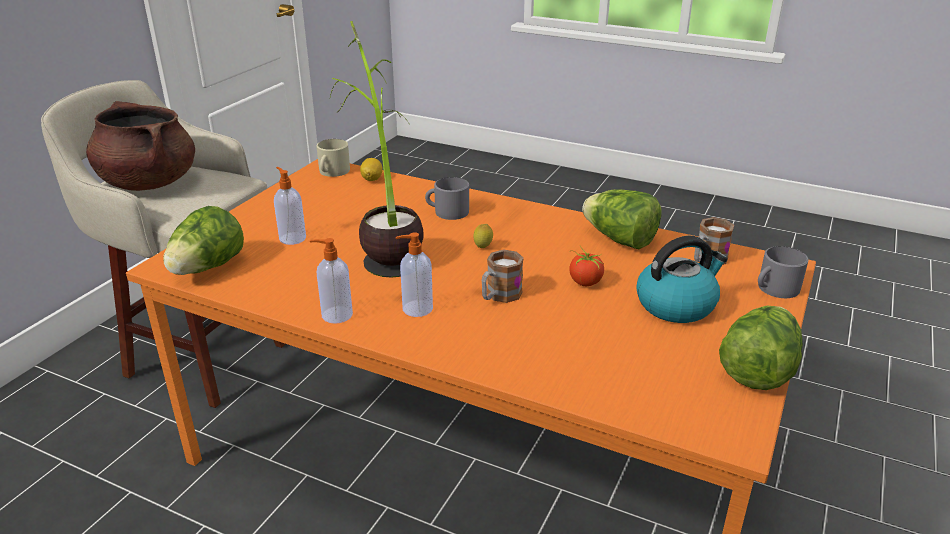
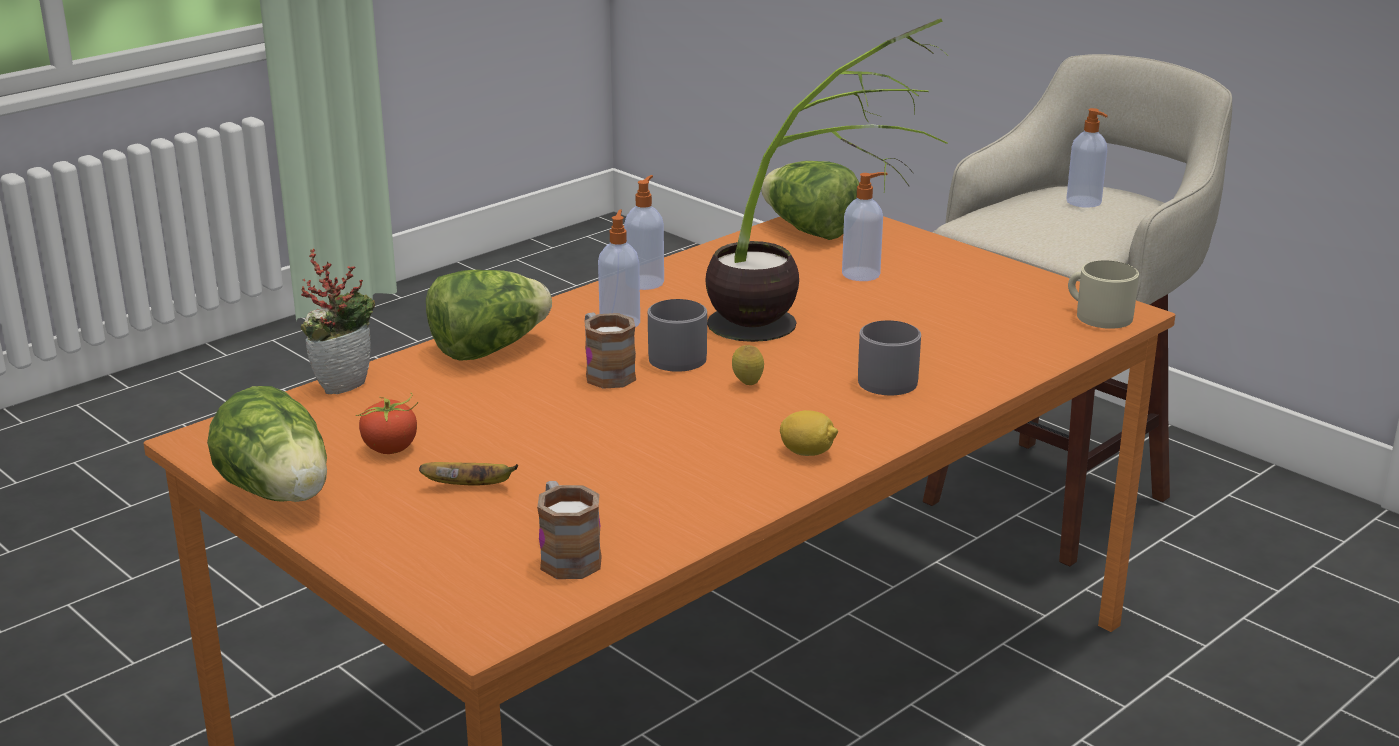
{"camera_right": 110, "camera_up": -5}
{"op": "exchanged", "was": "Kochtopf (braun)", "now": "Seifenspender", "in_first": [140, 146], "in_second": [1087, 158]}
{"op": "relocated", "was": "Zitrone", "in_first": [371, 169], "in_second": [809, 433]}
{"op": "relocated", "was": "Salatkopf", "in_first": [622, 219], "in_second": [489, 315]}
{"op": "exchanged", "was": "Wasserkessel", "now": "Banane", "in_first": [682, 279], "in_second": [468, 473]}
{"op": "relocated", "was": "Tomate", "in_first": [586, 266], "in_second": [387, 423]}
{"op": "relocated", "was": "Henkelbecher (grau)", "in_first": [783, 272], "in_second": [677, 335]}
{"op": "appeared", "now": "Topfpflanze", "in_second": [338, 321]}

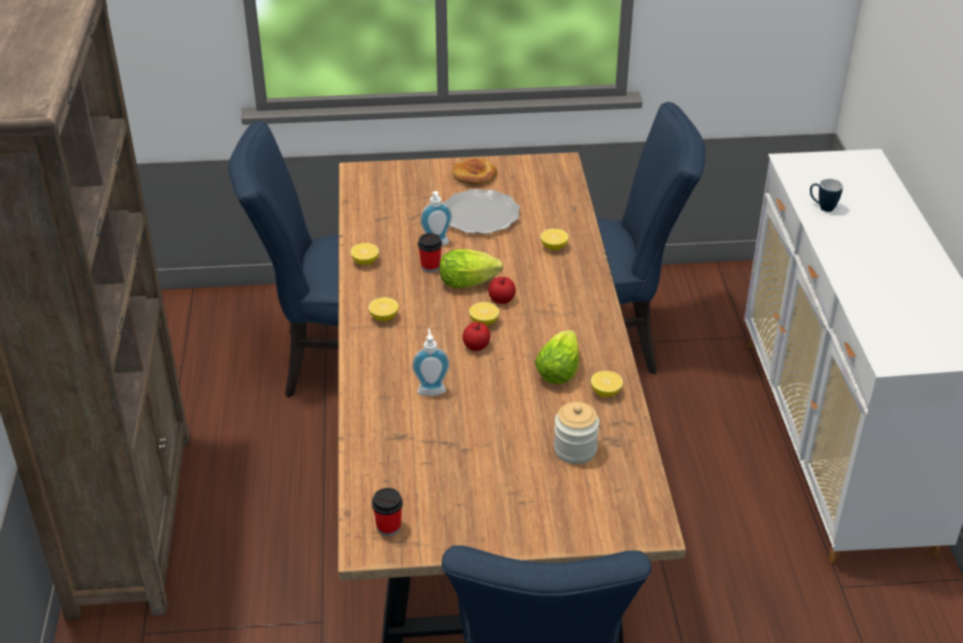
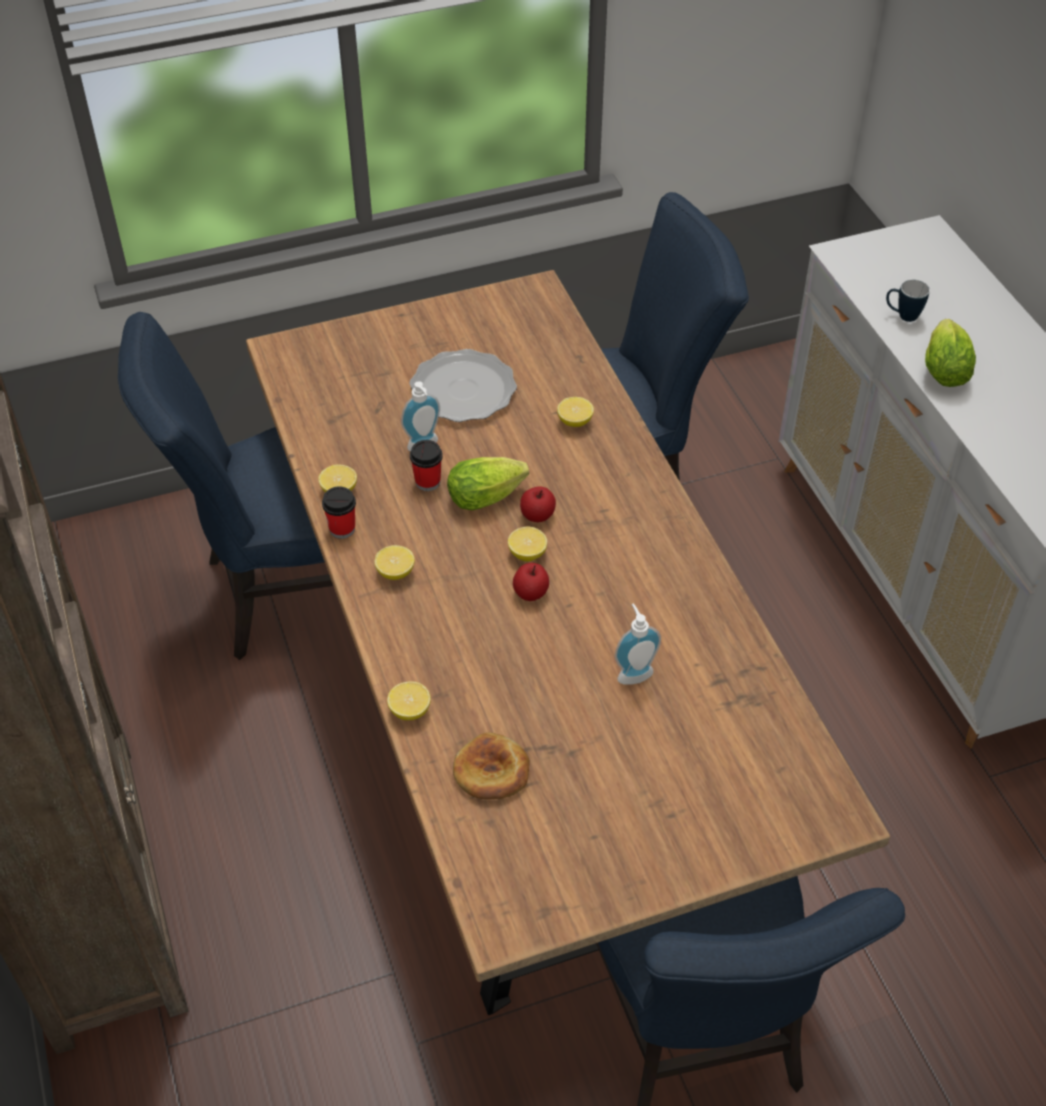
{"camera_right": -15, "camera_up": 10}
{"op": "relocated", "was": "Brot", "in_first": [474, 171], "in_second": [491, 765]}
{"op": "relocated", "was": "Seifenspender", "in_first": [431, 362], "in_second": [638, 643]}
{"op": "relocated", "was": "Salatkopf", "in_first": [557, 357], "in_second": [950, 353]}
{"op": "relocated", "was": "Zitrone", "in_first": [607, 384], "in_second": [409, 701]}
{"op": "missing", "was": "Vorratsglas", "in_first": [576, 433]}
{"op": "relocated", "was": "Tasse", "in_first": [387, 512], "in_second": [339, 512]}

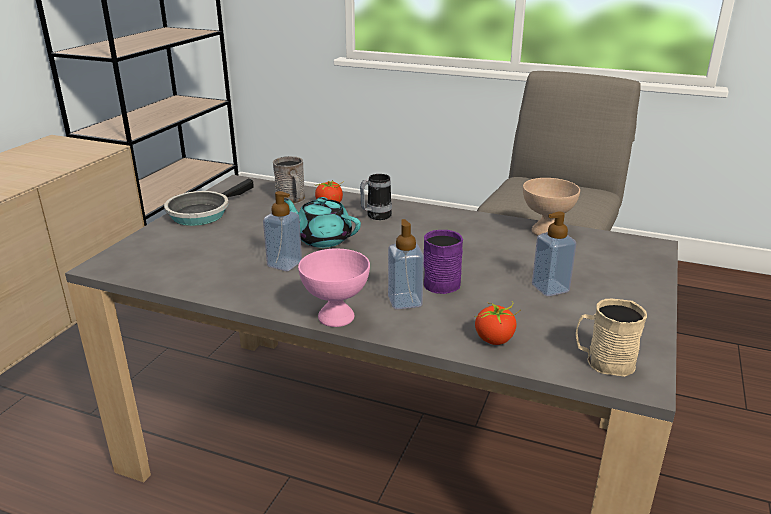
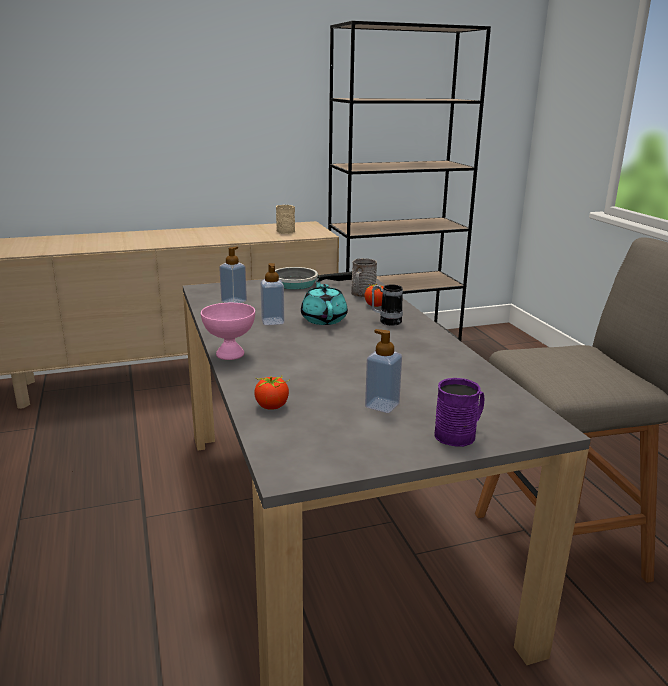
{"camera_right": 50, "camera_up": -5}
{"op": "missing", "was": "Schüssel (beige)", "in_first": [551, 207]}
{"op": "relocated", "was": "Seifenspender", "in_first": [406, 264], "in_second": [233, 274]}
{"op": "relocated", "was": "Henkelbecher (lila)", "in_first": [443, 262], "in_second": [459, 412]}
{"op": "relocated", "was": "Henkelbecher (beige)", "in_first": [611, 338], "in_second": [285, 219]}

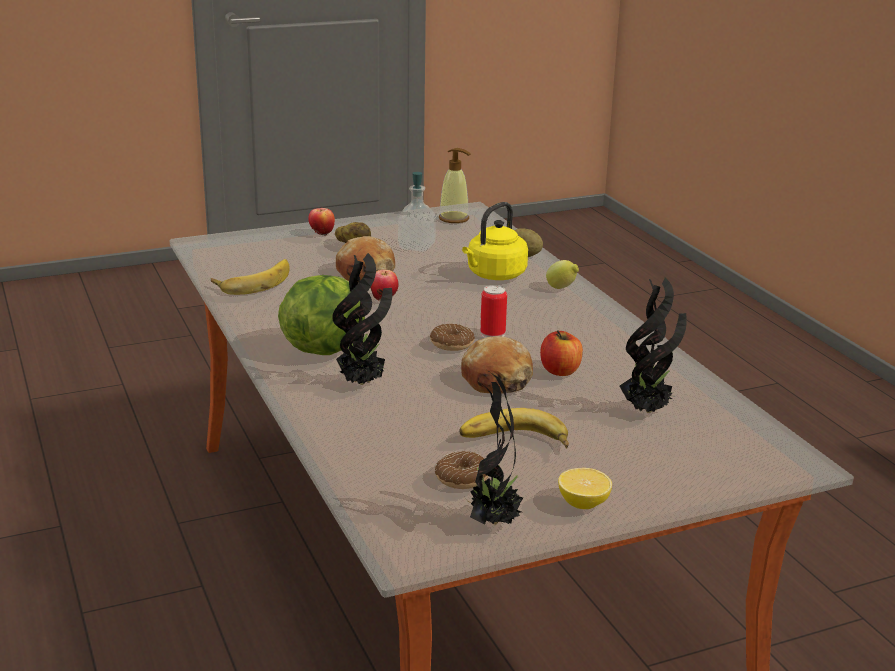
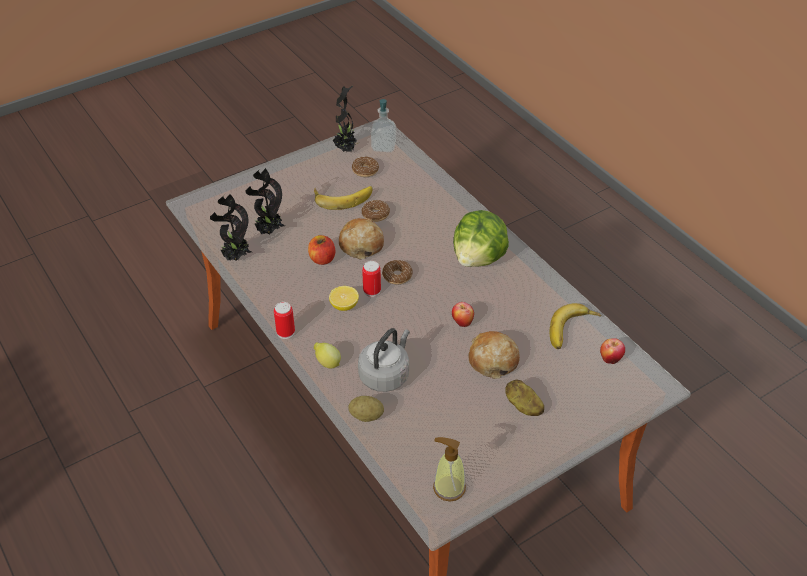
{"camera_right": 170, "camera_up": 20}
{"op": "relocated", "was": "Seifenspender", "in_first": [417, 212], "in_second": [383, 125]}
{"op": "colour", "was": "Wasserkessel (gelb)", "now": "Wasserkessel (grau)", "in_first": [495, 241], "in_second": [384, 360]}
{"op": "relocated", "was": "Apfel", "in_first": [321, 222], "in_second": [612, 351]}
{"op": "relocated", "was": "Topfpflanze", "in_first": [362, 319], "in_second": [230, 227]}
{"op": "relocated", "was": "Zitrone", "in_first": [585, 488], "in_second": [344, 298]}
{"op": "appeared", "now": "Donut", "in_second": [375, 211]}
{"op": "appeared", "now": "Dose", "in_second": [284, 320]}

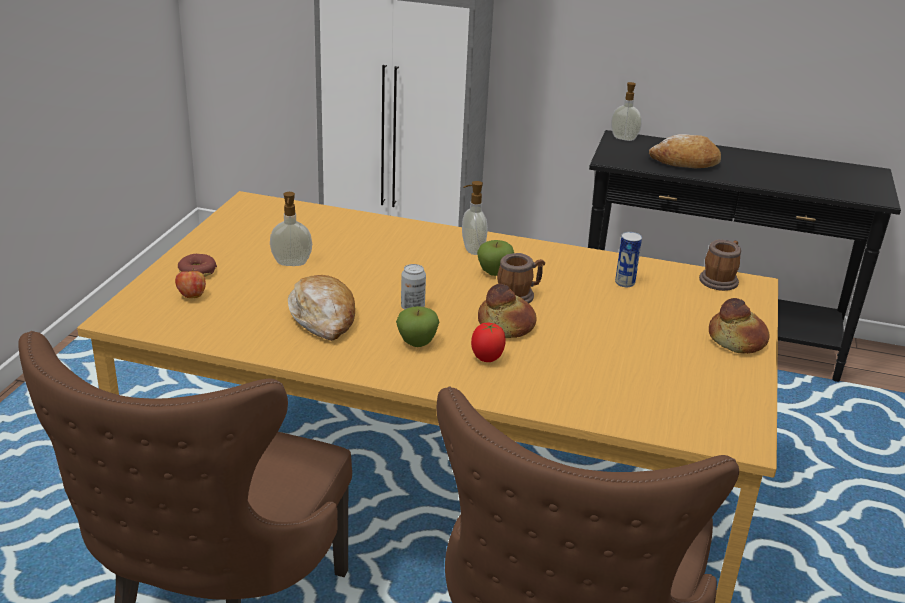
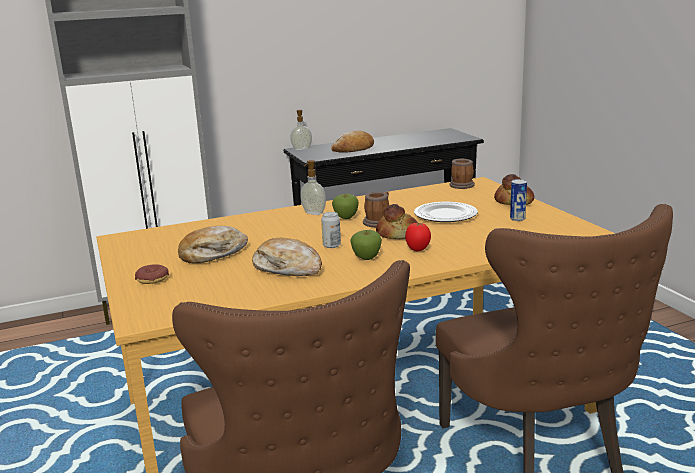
{"camera_right": -35, "camera_up": -10}
{"op": "exchanged", "was": "Seifenspender", "now": "Brot", "in_first": [291, 229], "in_second": [213, 244]}
{"op": "relocated", "was": "Dose", "in_first": [628, 259], "in_second": [518, 200]}
{"op": "missing", "was": "Apfel", "in_first": [190, 282]}
{"op": "appeared", "now": "Teller", "in_second": [446, 212]}

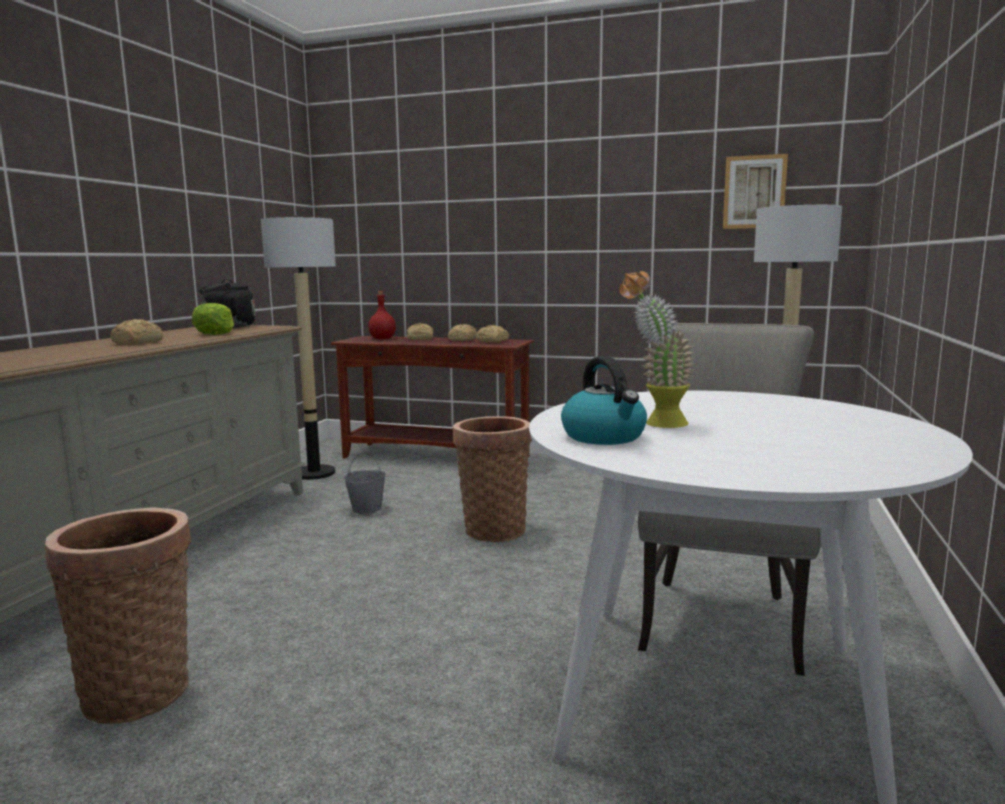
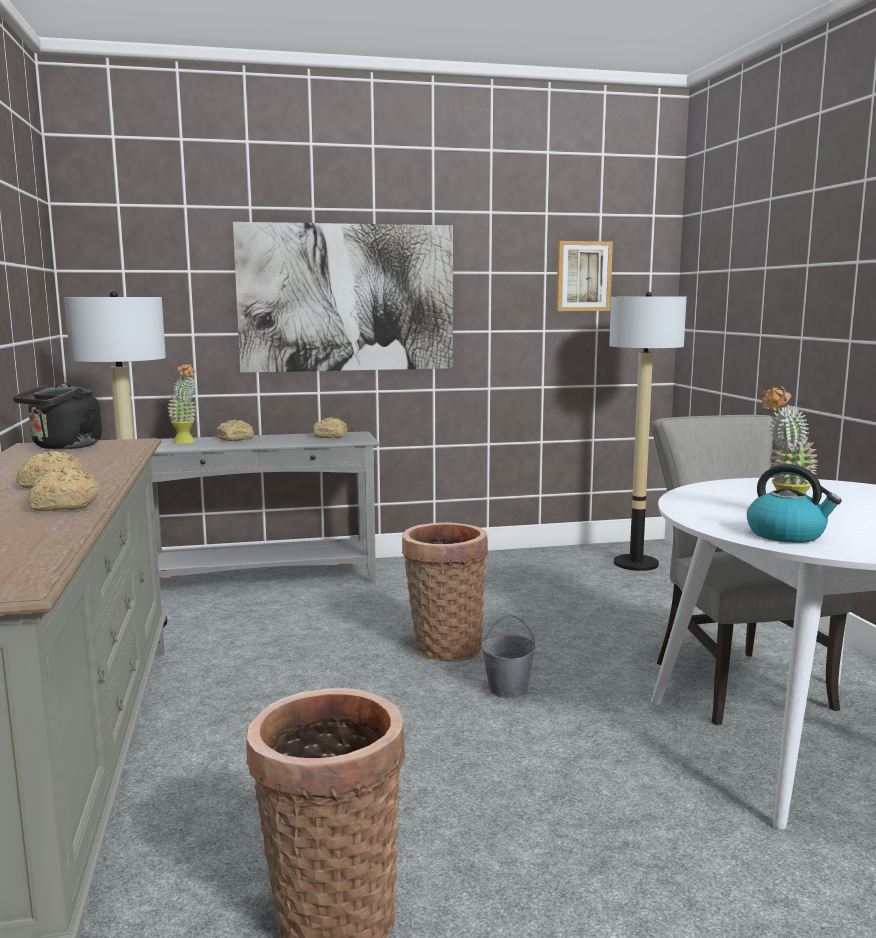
{"camera_right": -30, "camera_up": 0}
{"op": "exchanged", "was": "Flasche (rot)", "now": "Topfpflanze", "in_first": [382, 315], "in_second": [182, 403]}
{"op": "missing", "was": "Salatkopf", "in_first": [213, 319]}
{"op": "relocated", "was": "Brot", "in_first": [462, 332], "in_second": [63, 489]}
{"op": "colour", "was": "Konsolentisch (braun)", "now": "Konsolentisch (grau)", "in_first": [432, 397], "in_second": [265, 507]}
{"op": "relocated", "was": "Eimer (grau)", "in_first": [365, 483], "in_second": [508, 656]}
{"op": "appeared", "now": "Bild", "in_second": [343, 297]}

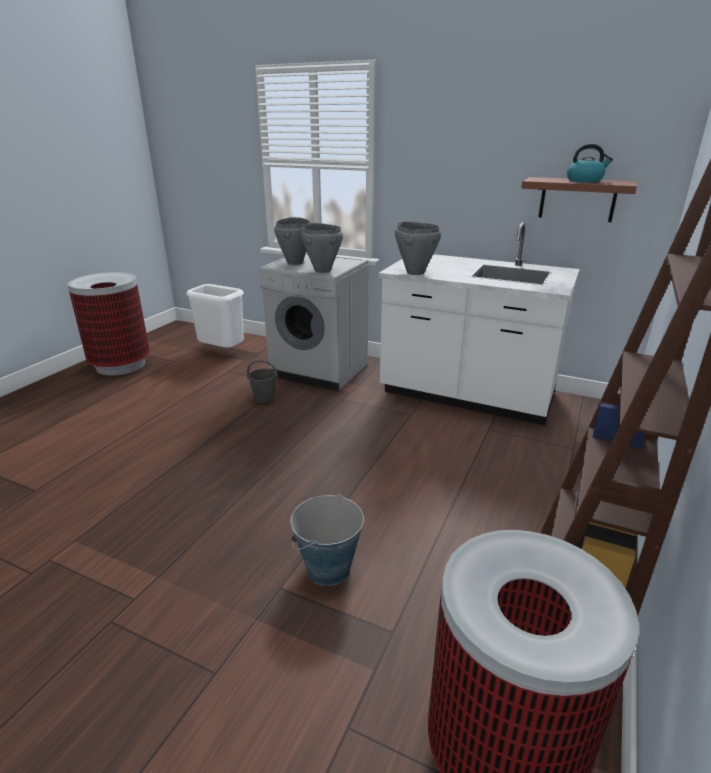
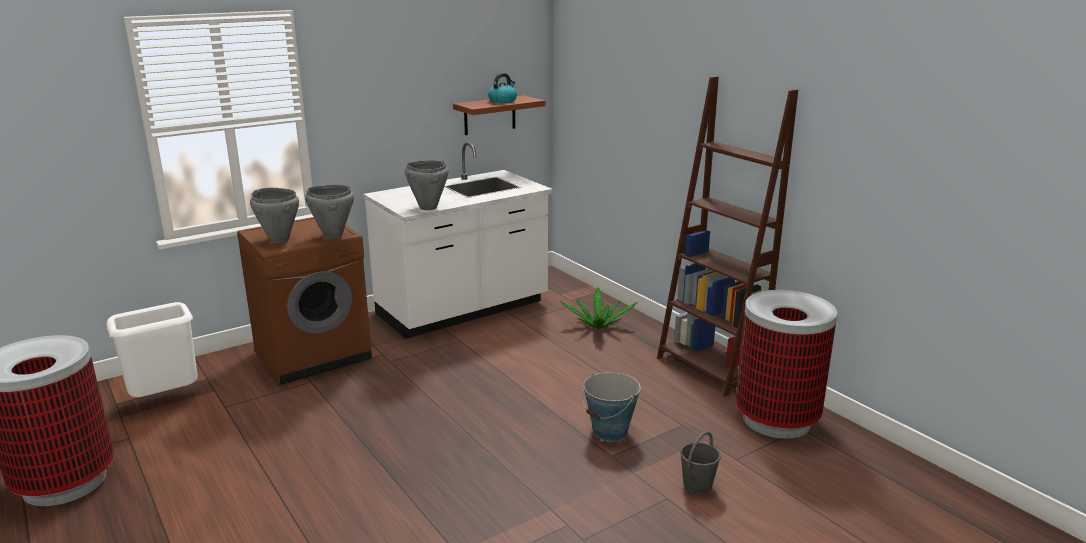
{"camera_right": -60, "camera_up": -5}
{"op": "colour", "was": "Waschmaschine (weiß)", "now": "Waschmaschine (braun)", "in_first": [314, 322], "in_second": [304, 301]}
{"op": "relocated", "was": "Eimer (grau)", "in_first": [262, 381], "in_second": [700, 462]}
{"op": "appeared", "now": "Topfpflanze", "in_second": [599, 308]}

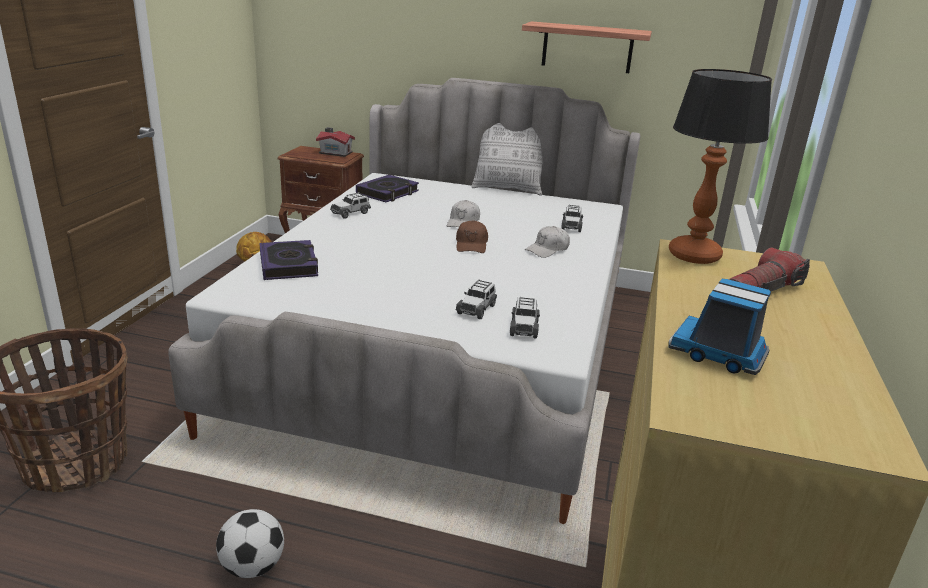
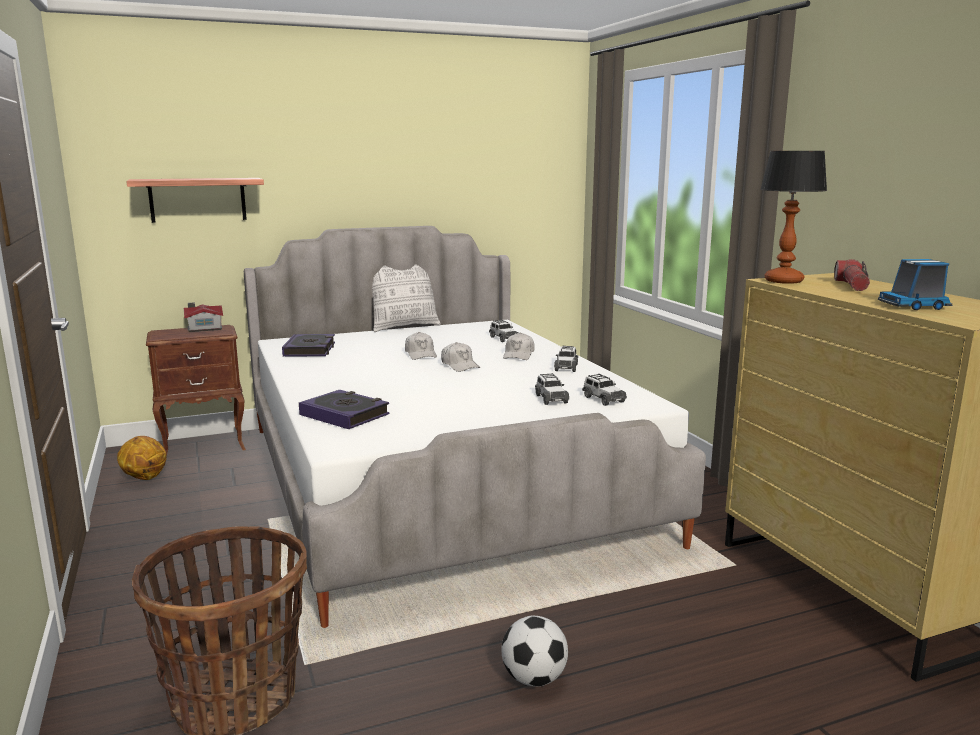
{"camera_right": -35, "camera_up": -10}
{"op": "relocated", "was": "Wandregal", "in_first": [587, 47], "in_second": [195, 200]}
{"op": "relocated", "was": "Spielzeugauto", "in_first": [350, 205], "in_second": [566, 359]}
{"op": "colour", "was": "Kappe (braun)", "now": "Kappe (weiß)", "in_first": [472, 236], "in_second": [460, 357]}

